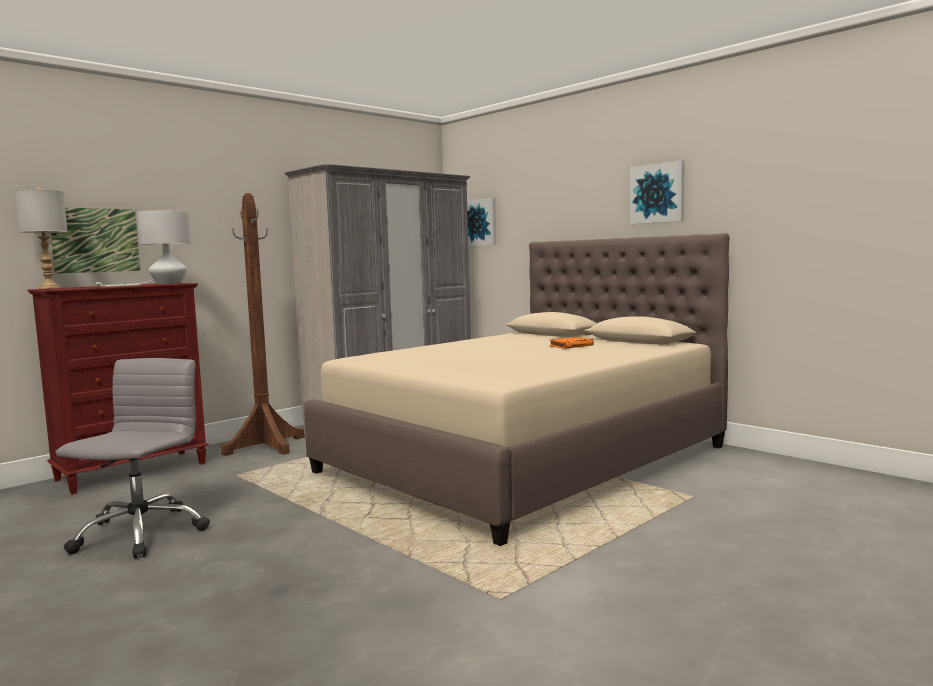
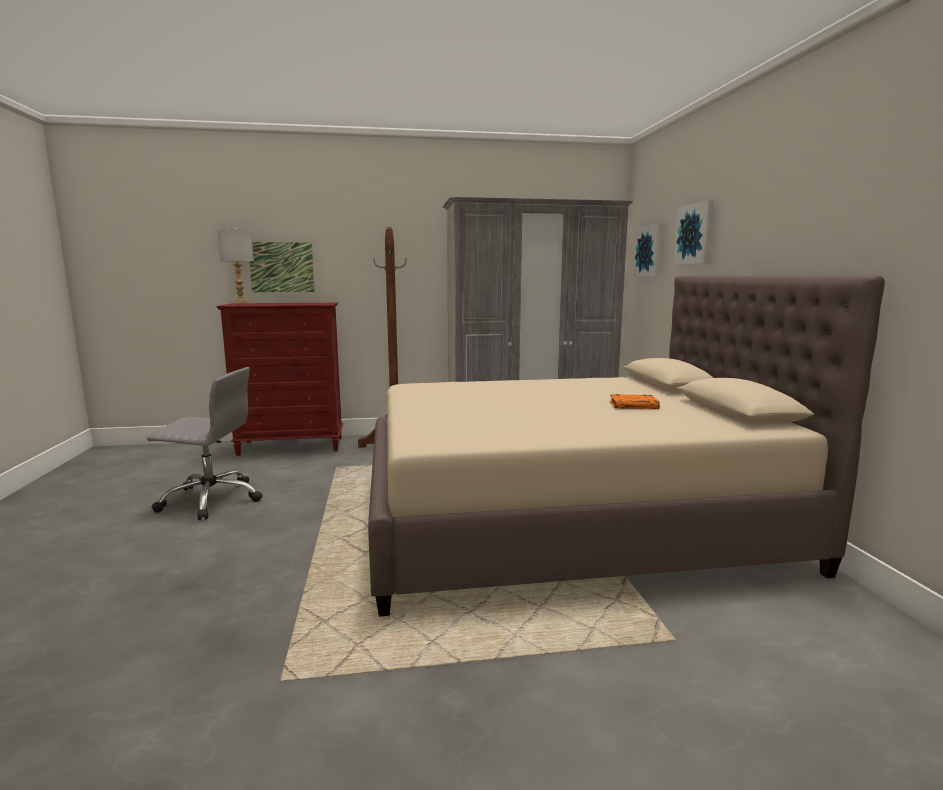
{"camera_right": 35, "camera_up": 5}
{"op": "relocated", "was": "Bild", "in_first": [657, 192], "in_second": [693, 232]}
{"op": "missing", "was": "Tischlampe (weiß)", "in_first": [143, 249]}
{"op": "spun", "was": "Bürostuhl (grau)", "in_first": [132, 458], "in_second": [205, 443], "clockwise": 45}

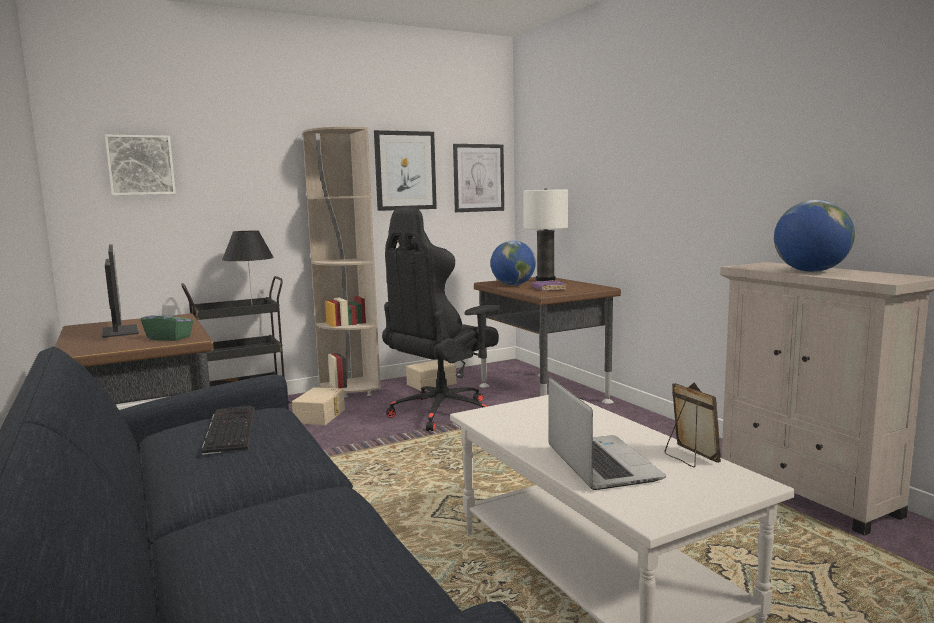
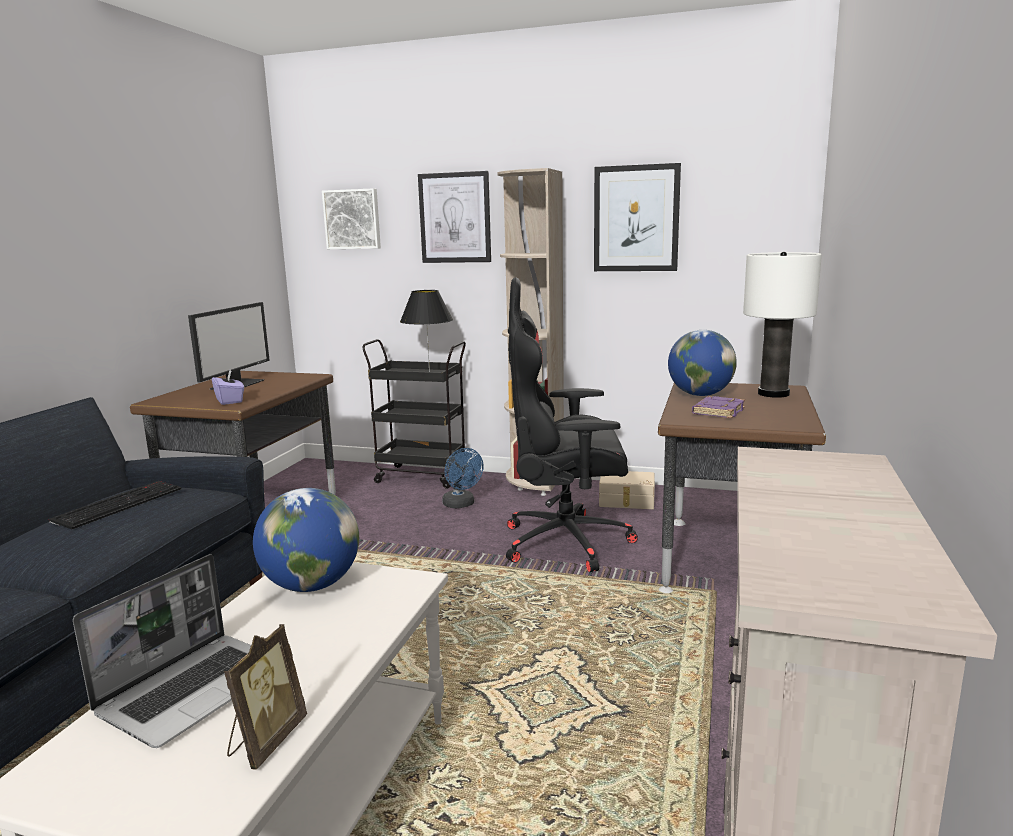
{"camera_right": 45, "camera_up": 5}
{"op": "relocated", "was": "Bild", "in_first": [478, 178], "in_second": [454, 217]}
{"op": "relocated", "was": "Globus", "in_first": [814, 236], "in_second": [306, 540]}
{"op": "colour", "was": "Taschentuchbox (grün)", "now": "Taschentuchbox (lila)", "in_first": [167, 323], "in_second": [228, 387]}
{"op": "exchanged", "was": "Aufbewahrungsbox (beige)", "now": "Ventilator (blau)", "in_first": [318, 406], "in_second": [463, 478]}

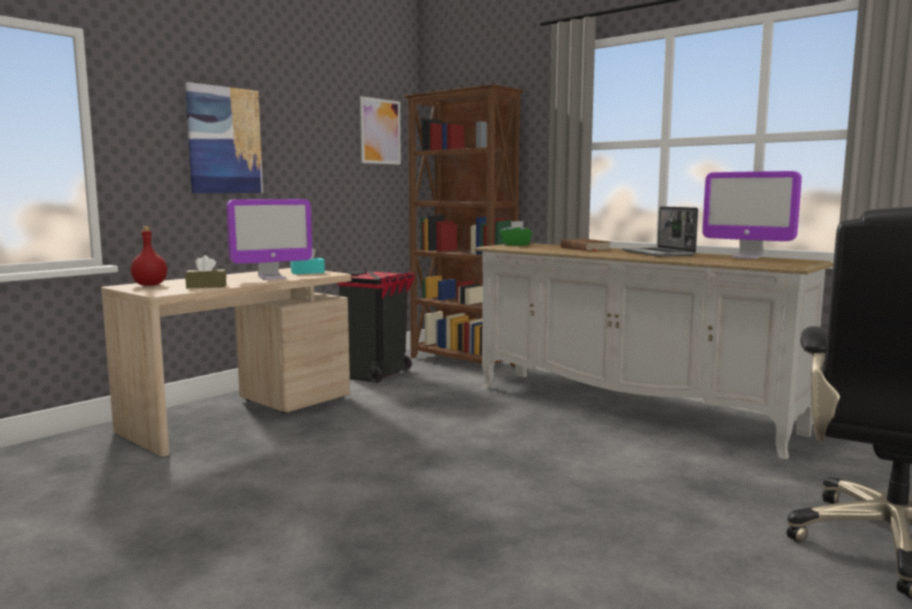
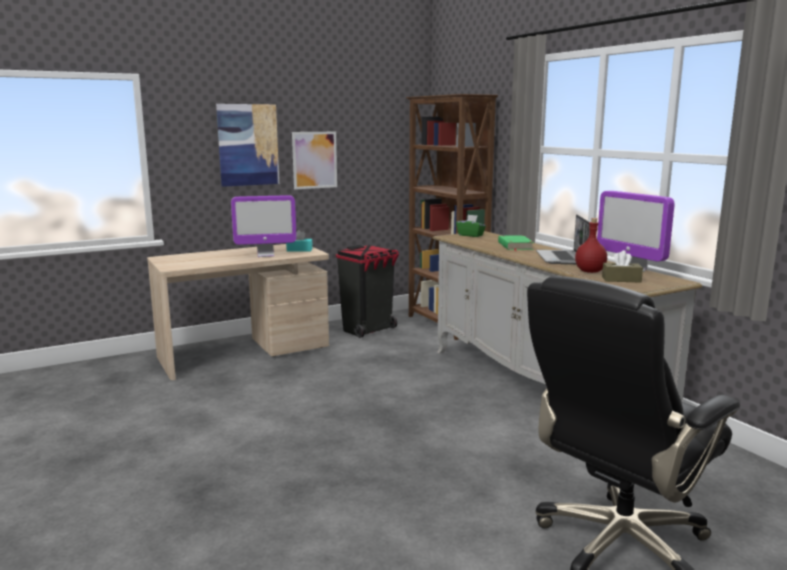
{"camera_right": 20, "camera_up": 5}
{"op": "relocated", "was": "Bild", "in_first": [380, 130], "in_second": [314, 160]}
{"op": "relocated", "was": "Flasche (rot)", "in_first": [149, 256], "in_second": [591, 245]}
{"op": "colour", "was": "Buch (braun)", "now": "Buch (grün)", "in_first": [585, 245], "in_second": [516, 243]}
{"op": "relocated", "was": "Taschentuchbox (braun)", "in_first": [205, 271], "in_second": [622, 266]}

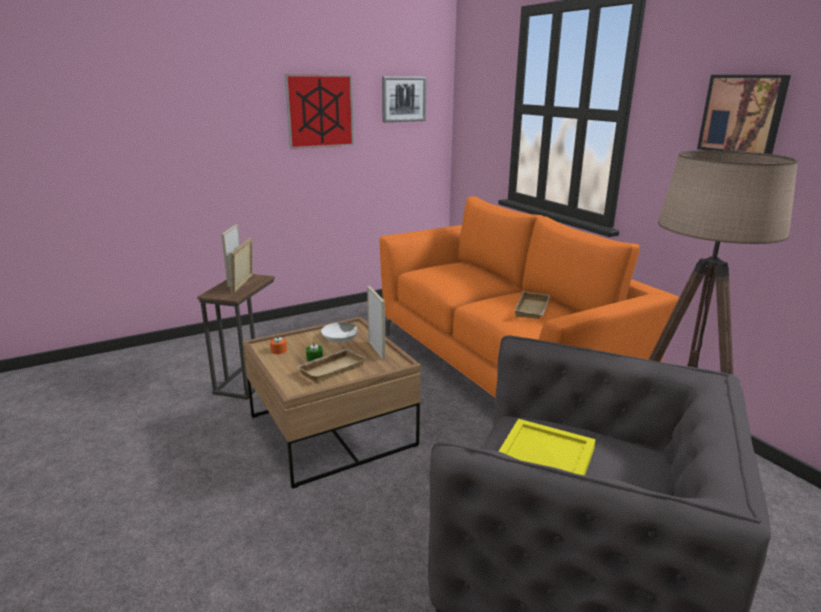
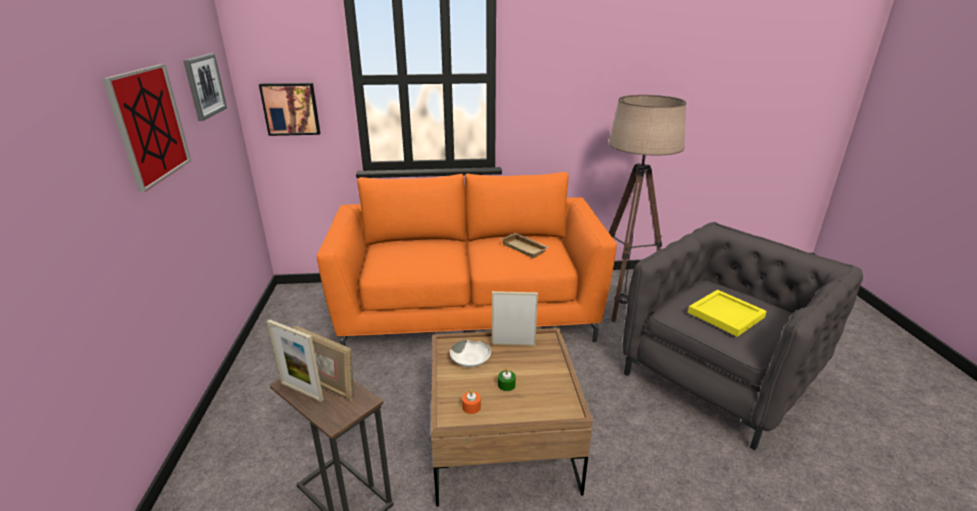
{"camera_right": -65, "camera_up": 5}
{"op": "relocated", "was": "Bild", "in_first": [744, 114], "in_second": [289, 109]}
{"op": "missing", "was": "Tablett (beige)", "in_first": [331, 366]}

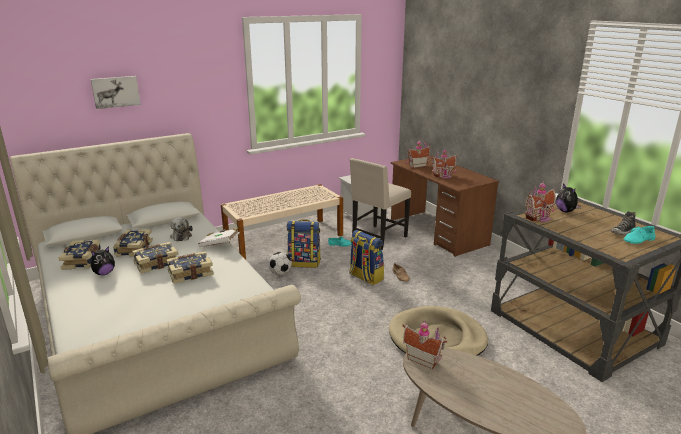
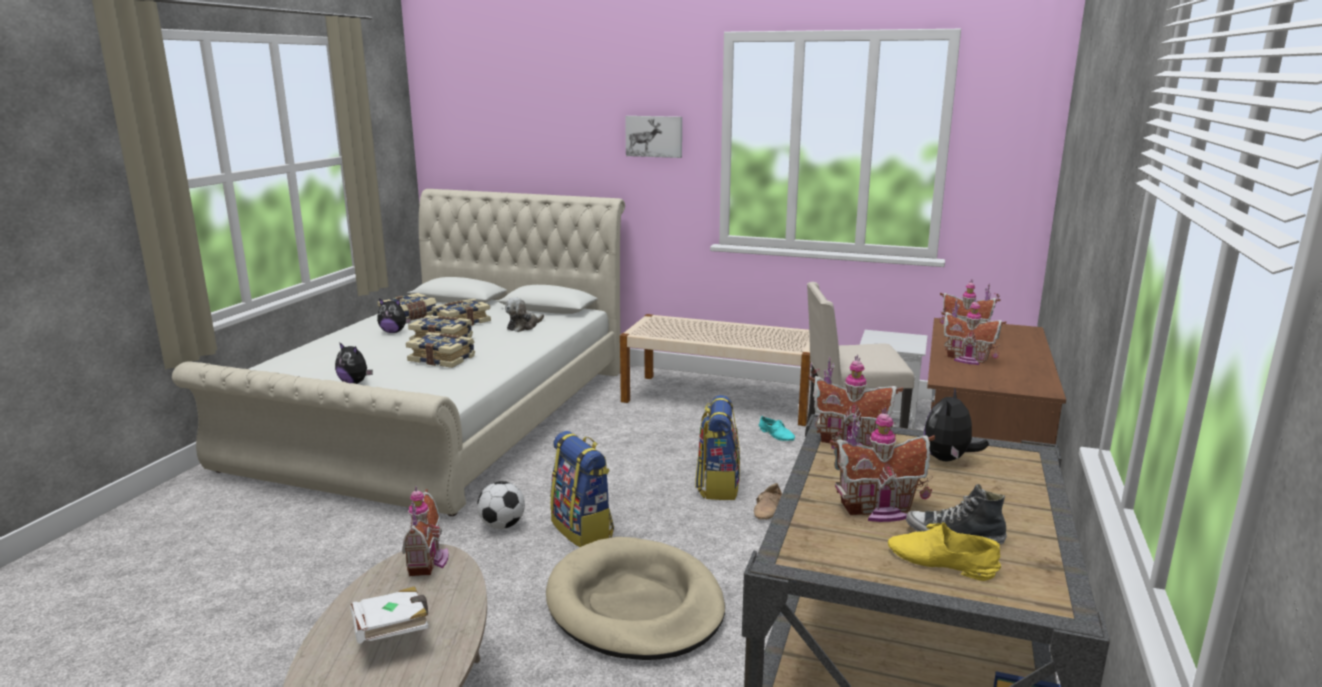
{"camera_right": 50, "camera_up": -5}
{"op": "relocated", "was": "Bild", "in_first": [116, 92], "in_second": [653, 137]}
{"op": "relocated", "was": "Rucksack", "in_first": [304, 243], "in_second": [582, 489]}
{"op": "colour", "was": "Schuh (türkis)", "now": "Schuh (gelb)", "in_first": [640, 235], "in_second": [944, 551]}
{"op": "relocated", "was": "Buch (weiß)", "in_first": [219, 237], "in_second": [389, 615]}
{"op": "relocated", "was": "Fußball", "in_first": [280, 263], "in_second": [501, 505]}
{"op": "appeared", "now": "Plüschtier", "in_second": [354, 363]}
{"op": "appeared", "now": "Spielzeughaus", "in_second": [882, 465]}

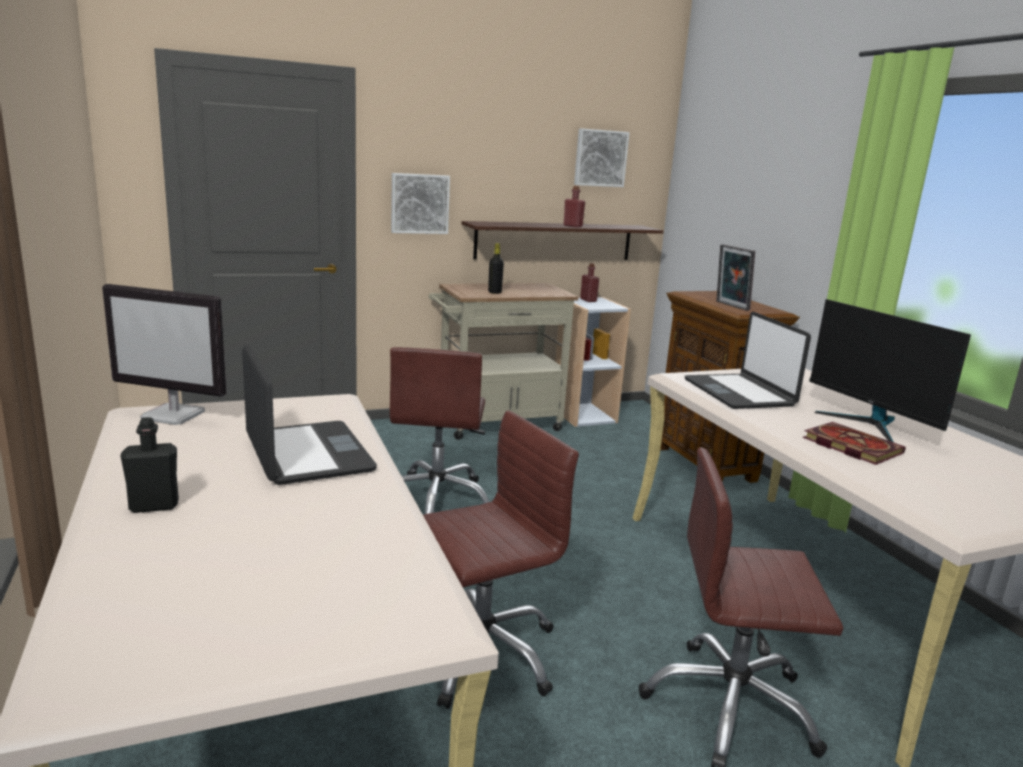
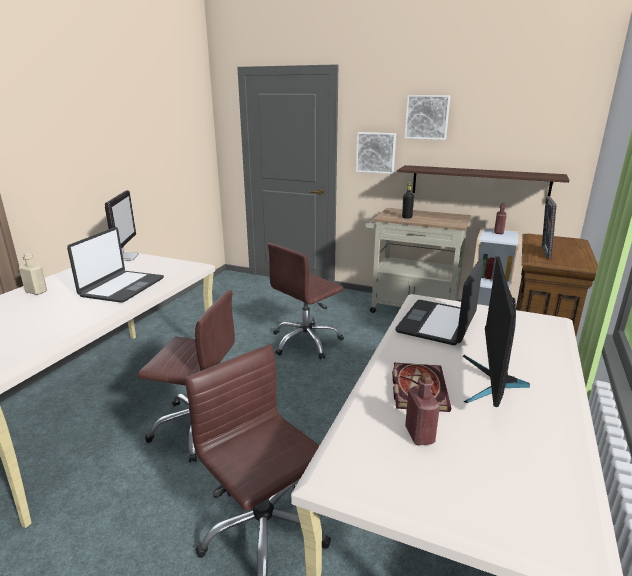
{"camera_right": 45, "camera_up": 5}
{"op": "relocated", "was": "Bild", "in_first": [602, 157], "in_second": [428, 117]}
{"op": "relocated", "was": "Flasche (rot)", "in_first": [574, 206], "in_second": [422, 409]}
{"op": "spun", "was": "Monitor", "in_first": [164, 354], "in_second": [122, 225], "clockwise": -150}
{"op": "colour", "was": "Flasche (schwarz)", "now": "Flasche (beige)", "in_first": [149, 465], "in_second": [33, 273]}

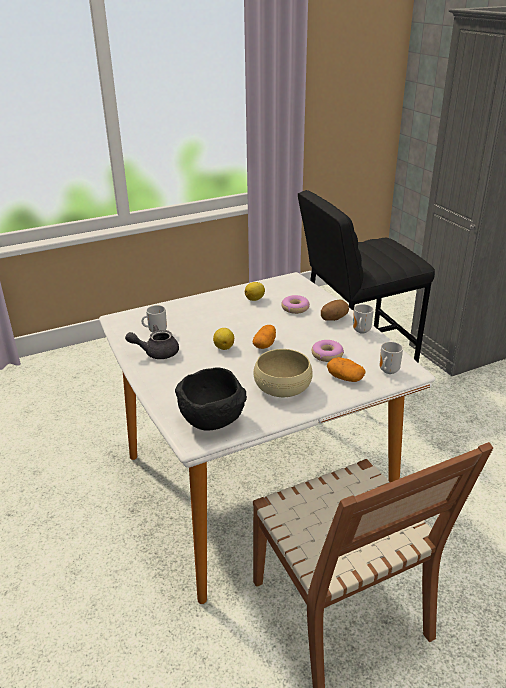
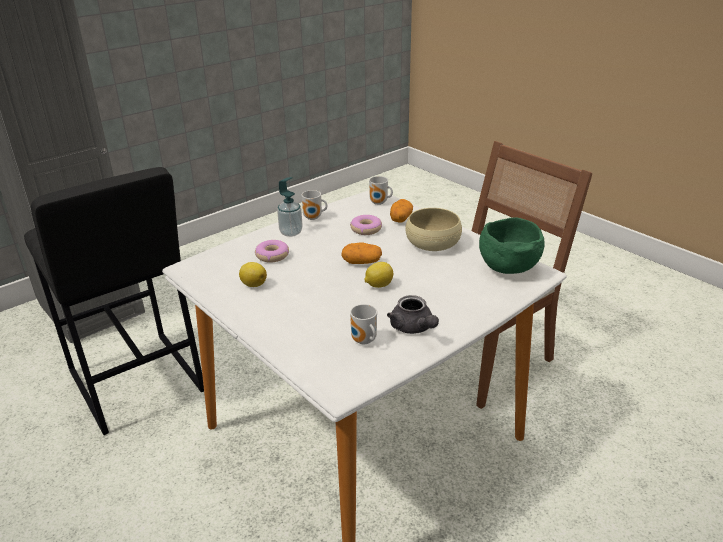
{"camera_right": -105, "camera_up": 0}
{"op": "exchanged", "was": "Kartoffel", "now": "Seifenspender", "in_first": [335, 310], "in_second": [290, 207]}
{"op": "colour", "was": "Schüssel (schwarz)", "now": "Schüssel (grün)", "in_first": [211, 399], "in_second": [512, 245]}

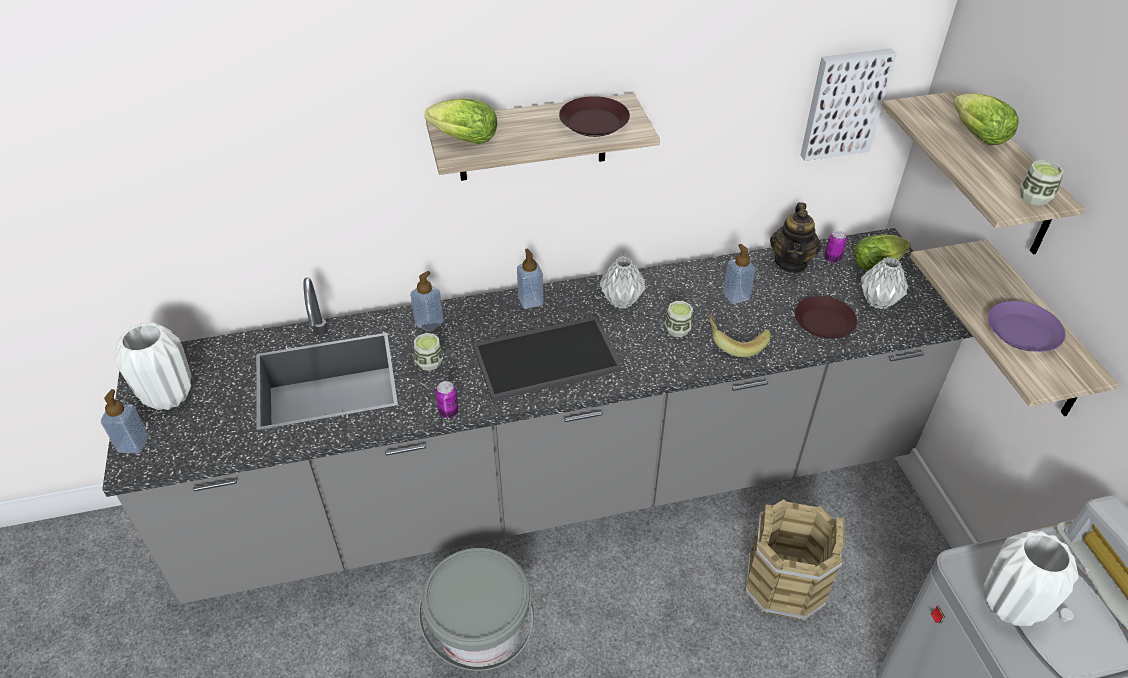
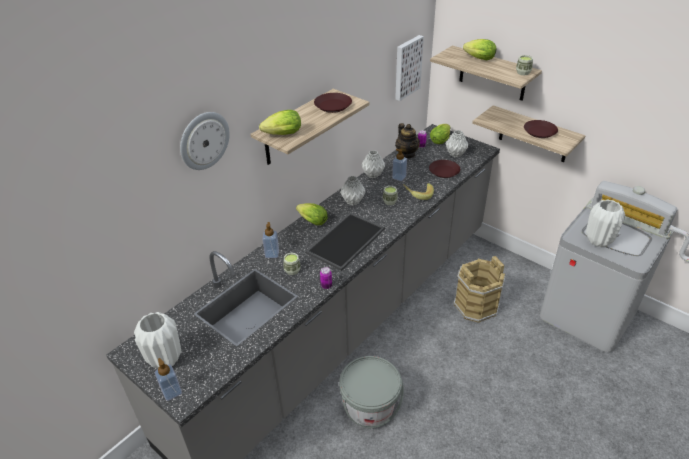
{"camera_right": -35, "camera_up": -5}
{"op": "exchanged", "was": "Seifenspender", "now": "Salatkopf", "in_first": [530, 278], "in_second": [312, 214]}
{"op": "colour", "was": "Teller (lila)", "now": "Teller (braun)", "in_first": [1026, 326], "in_second": [541, 129]}
{"op": "appeared", "now": "Wanduhr", "in_second": [205, 141]}
{"op": "appeared", "now": "Vase (grau)", "in_second": [373, 164]}

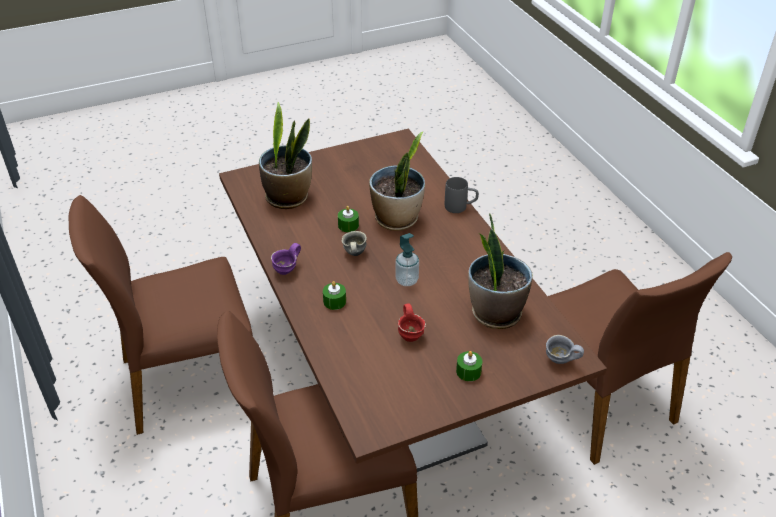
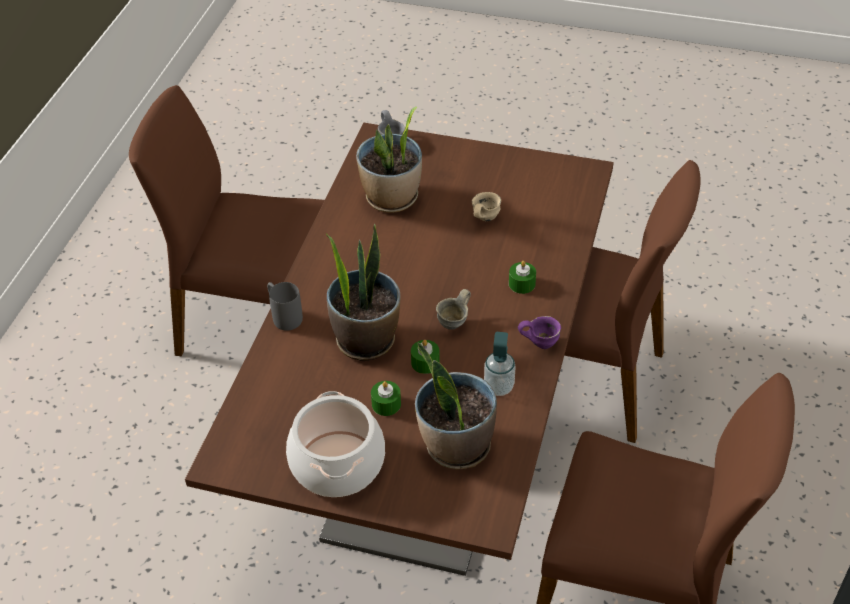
{"camera_right": -140, "camera_up": 5}
{"op": "relocated", "was": "Seifenspender", "in_first": [407, 259], "in_second": [500, 364]}
{"op": "spun", "was": "Stuhl (braun)", "in_first": [640, 358], "in_second": [227, 221], "clockwise": -90}
{"op": "colour", "was": "Henkelbecher (rot)", "now": "Henkelbecher (beige)", "in_first": [412, 322], "in_second": [486, 206]}
{"op": "relocated", "was": "Kerze (grün)", "in_first": [469, 366], "in_second": [386, 398]}
{"op": "appeared", "now": "Kochtopf", "in_second": [335, 444]}

